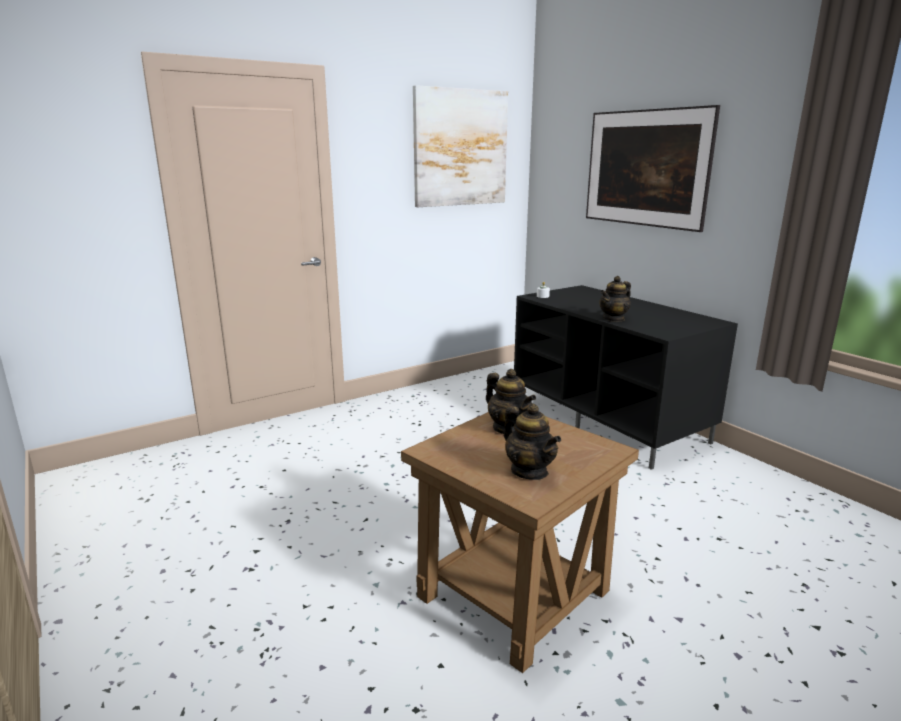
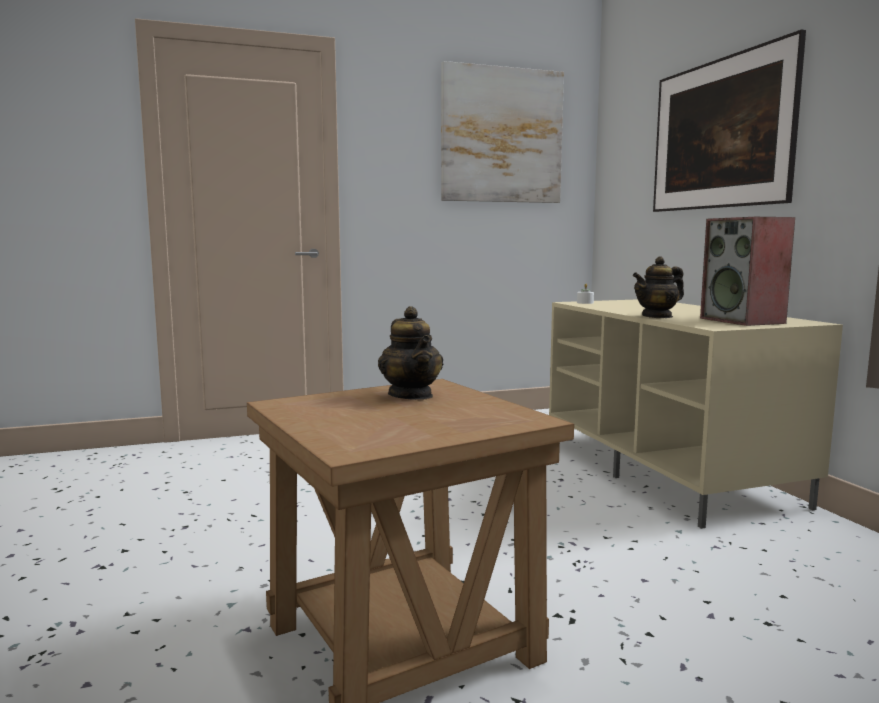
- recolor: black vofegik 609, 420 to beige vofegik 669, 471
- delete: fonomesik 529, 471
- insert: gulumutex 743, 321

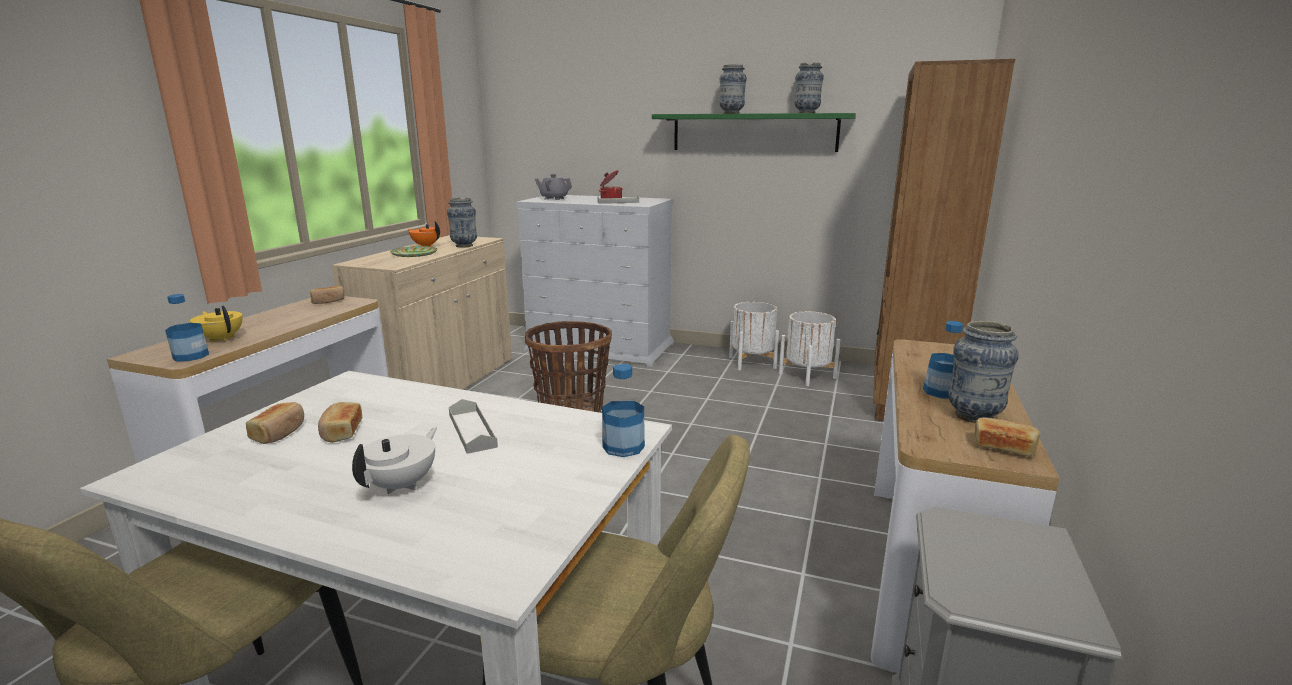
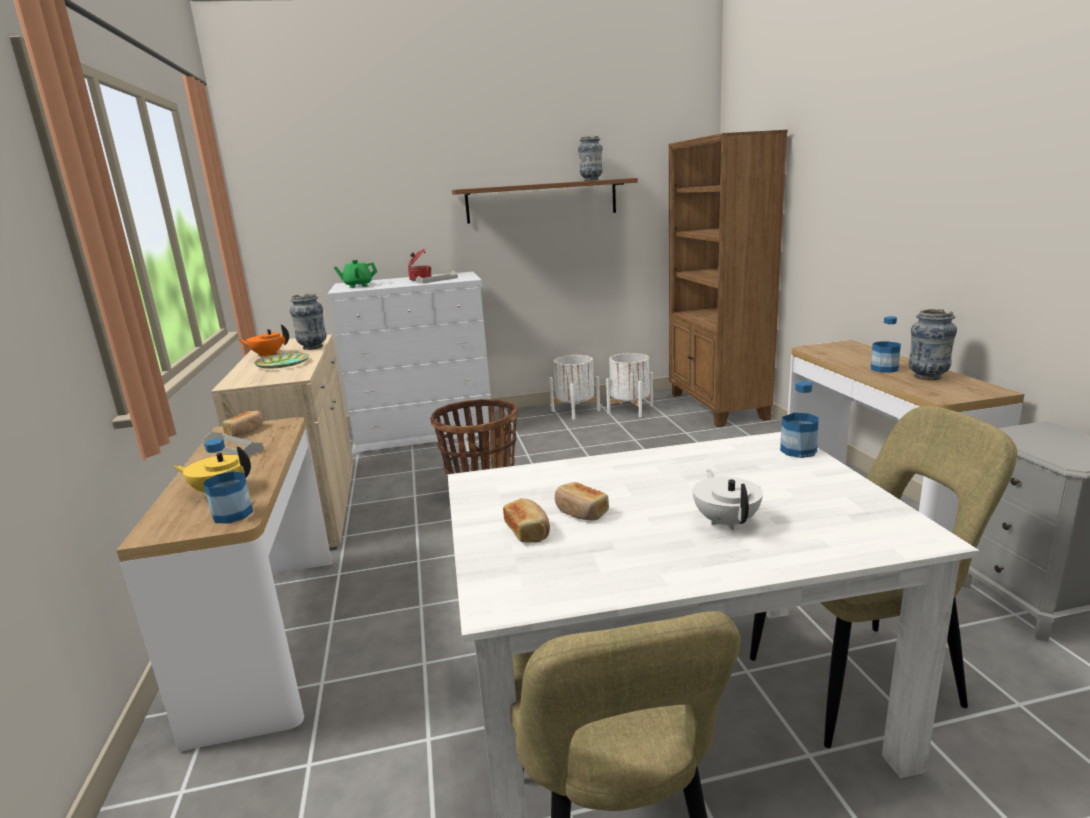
- delete: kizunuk 731, 113
- recolor: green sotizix 754, 132 to brown sotizix 542, 201
- recolor: grey fonomesik 554, 198 to green fonomesik 358, 286
- move: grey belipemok 472, 430 to 233, 448
- delete: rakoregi 1003, 447

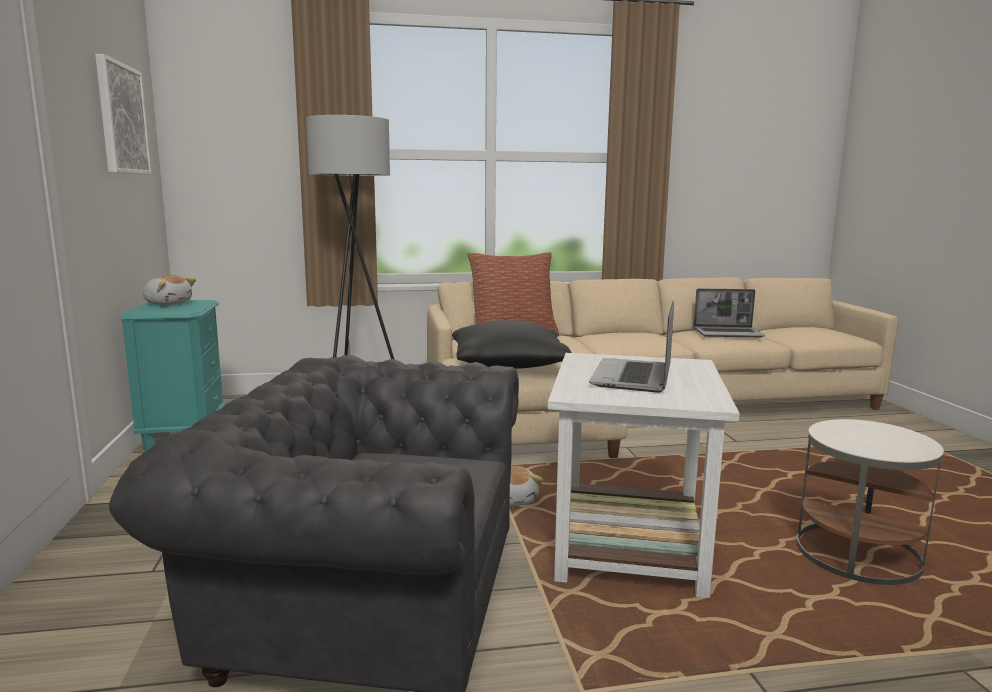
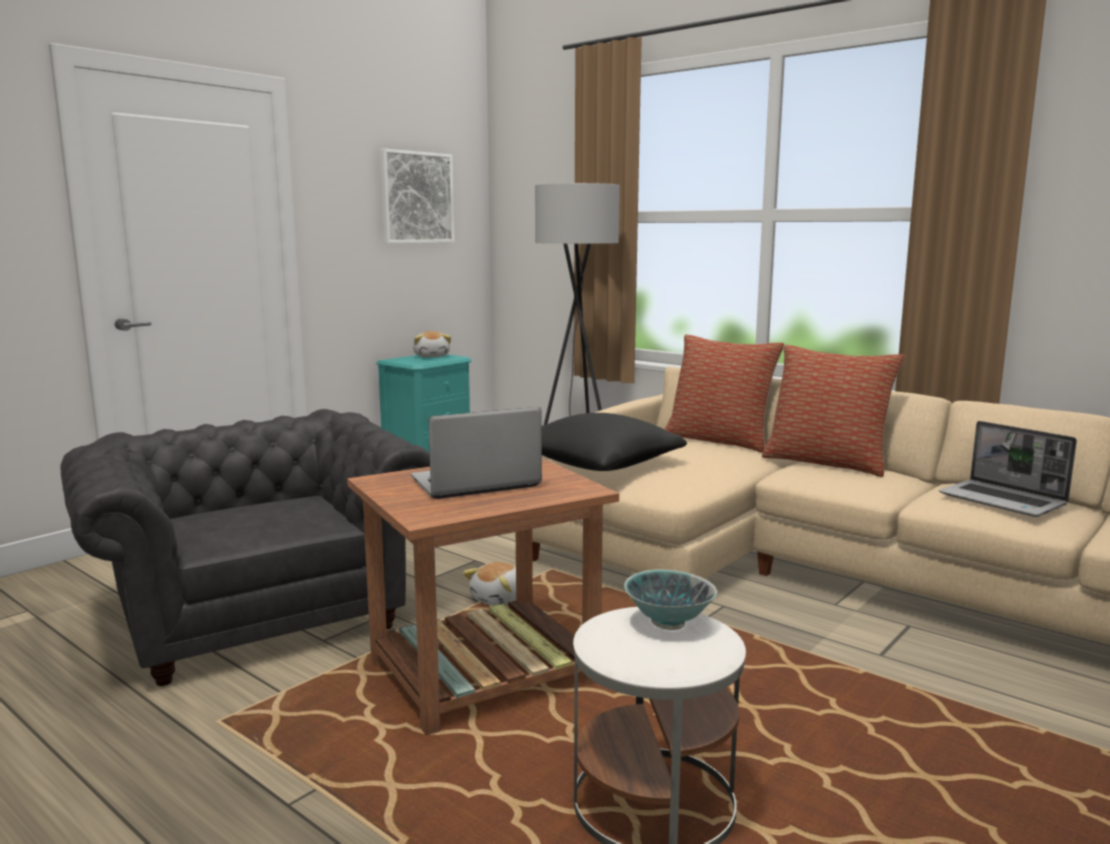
- recolor: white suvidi 629, 548 to brown suvidi 480, 674
- insert: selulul 827, 462
- insert: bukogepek 668, 623

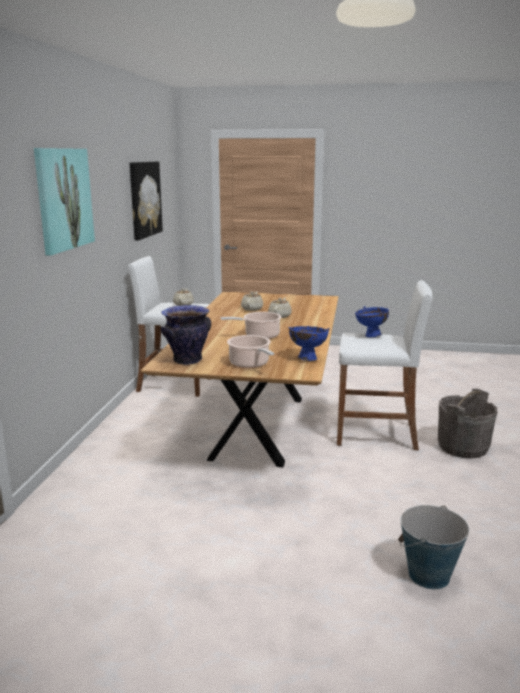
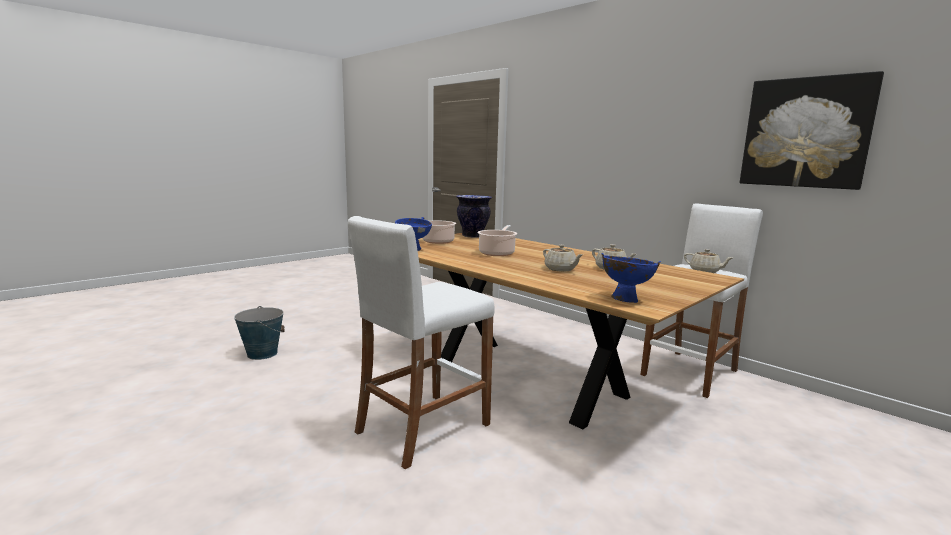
- delete: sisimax 64, 199
- move: blue bukogepek 371, 336 to 625, 300
- delete: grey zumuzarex 463, 447

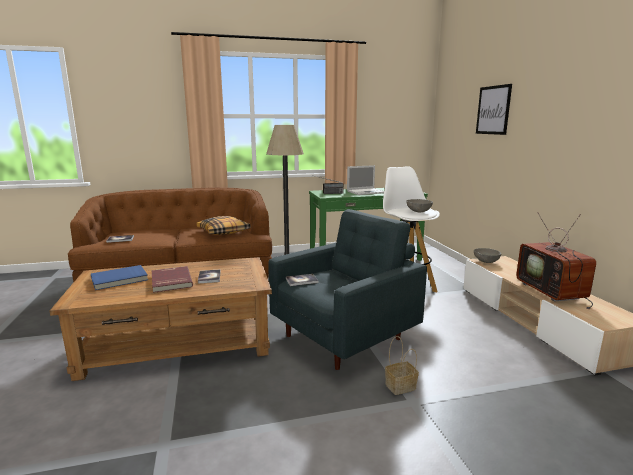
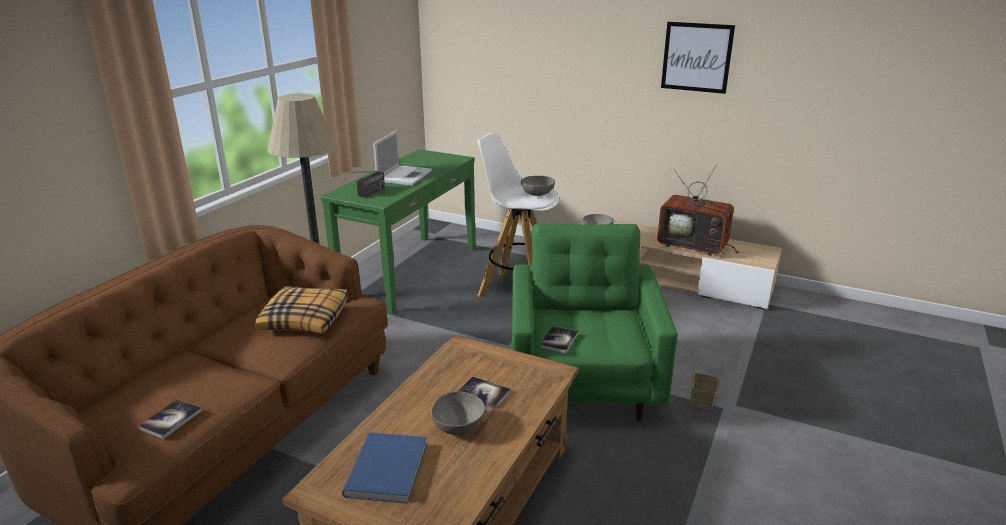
- move: sisimax 493, 110 to 696, 57
- recolor: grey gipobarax 345, 336 to green gipobarax 584, 383
- replace: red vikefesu 170, 281 to grey bukogepek 458, 427

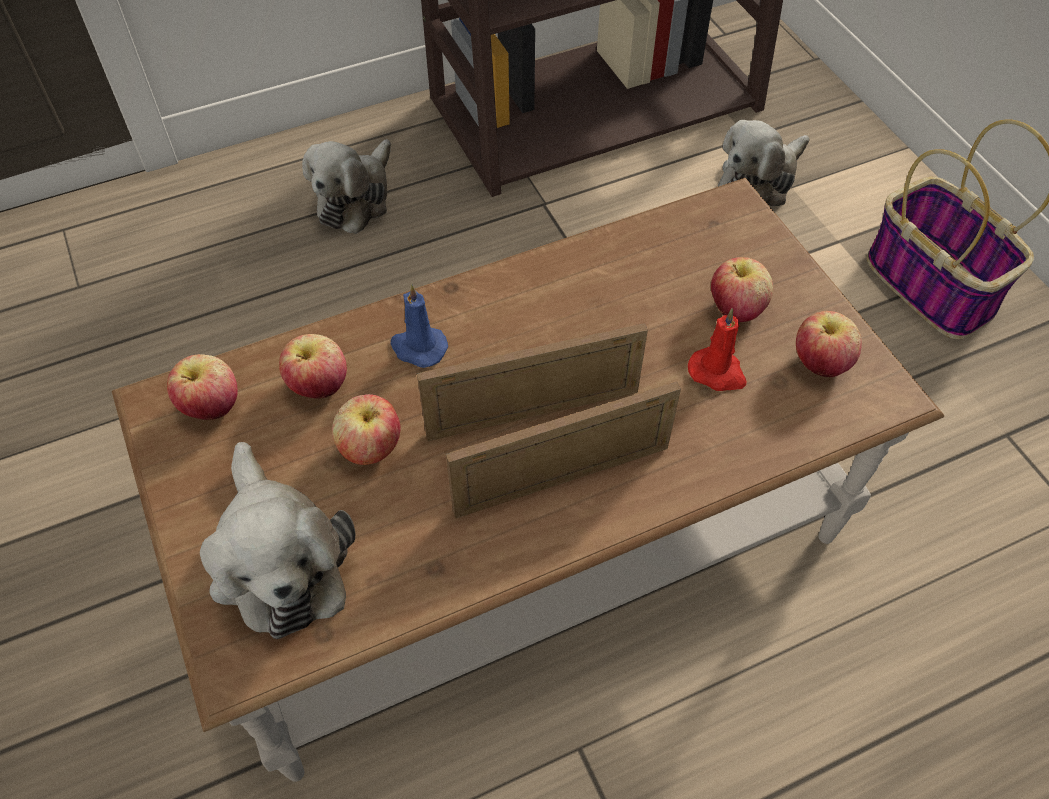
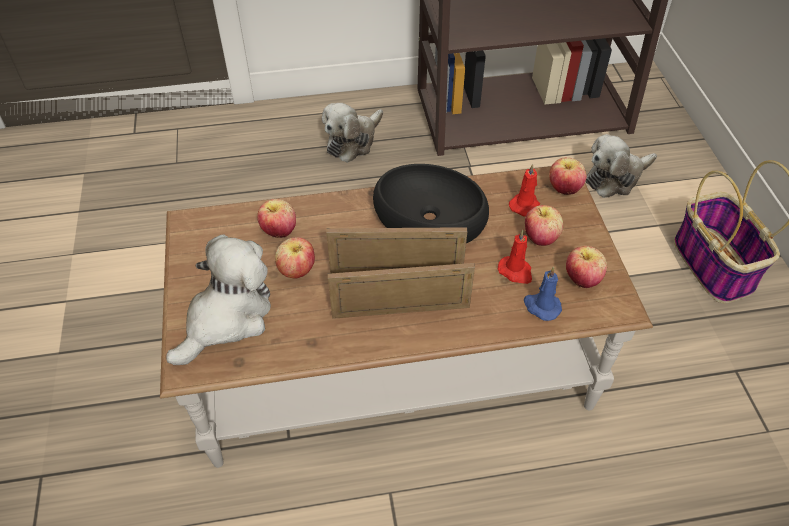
- move: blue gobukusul 418, 348 to 541, 306
- move: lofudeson 212, 406 to 564, 189
- rotate: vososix 279, 559 = 227, 318 135 degrees counterclockwise
- insert: black bukogepek 430, 217
- insert: red gobukusul 525, 205

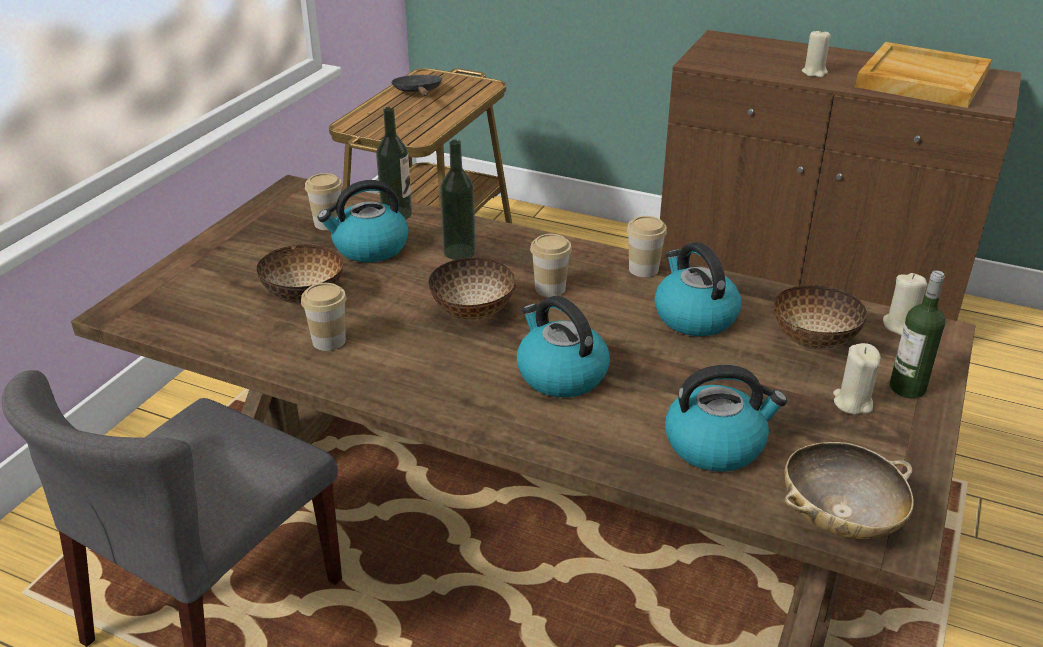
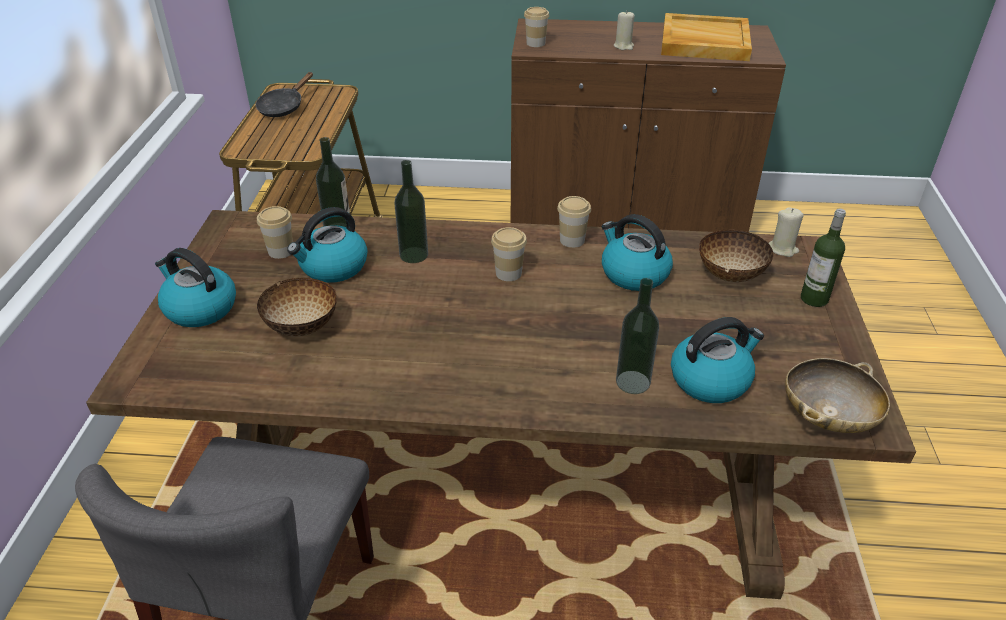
- rotate: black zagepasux 418, 92 = 283, 107 120 degrees counterclockwise
- delete: bukogepek 472, 313
- move: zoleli 329, 341 to 535, 43
- move: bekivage 560, 374 to 199, 308
- delete: beige gobukusul 852, 402
- insert: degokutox 633, 382

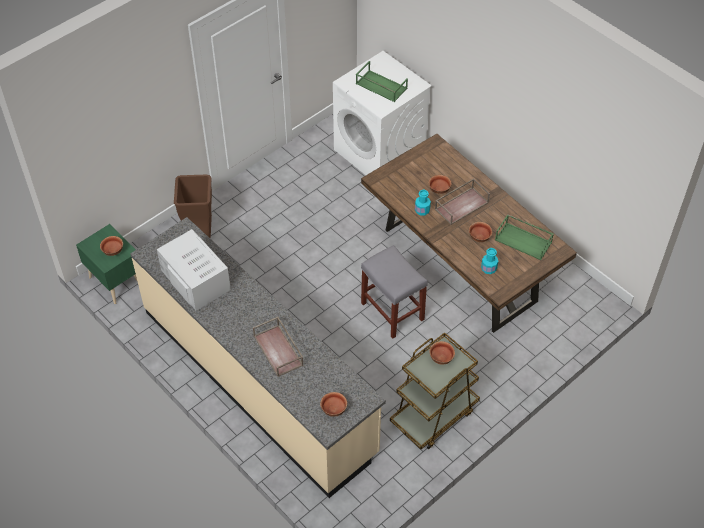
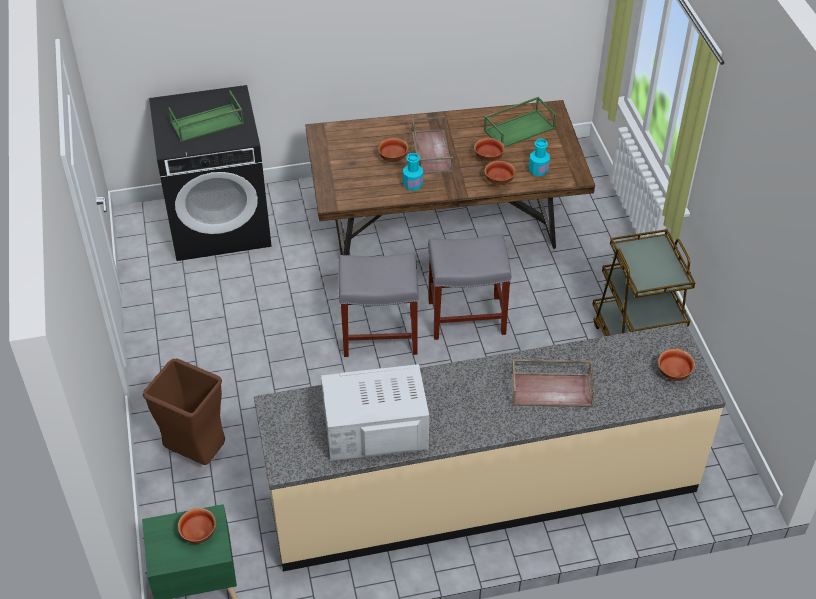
- recolor: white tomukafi 380, 152 to black tomukafi 220, 223
- move: bukogepek 441, 358 to 499, 181
- insert: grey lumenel 378, 335

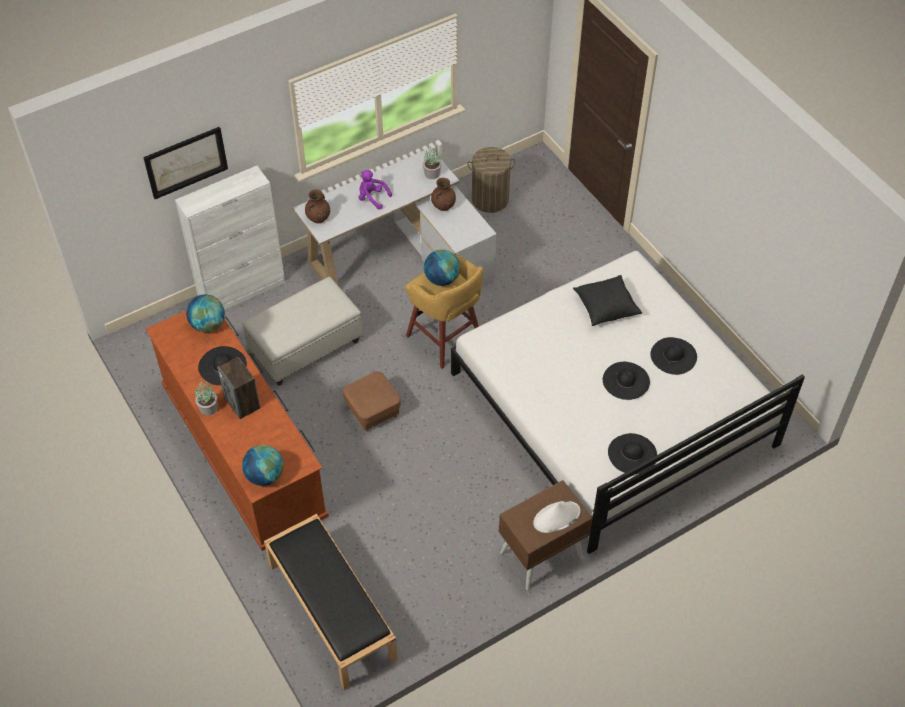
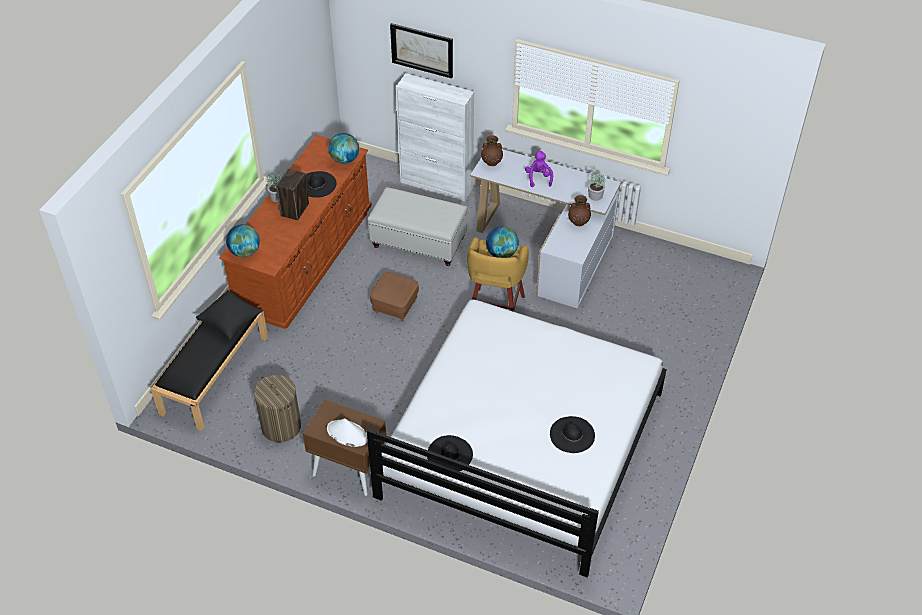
- move: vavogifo 490, 199 to 281, 426
- move: black selulul 606, 307 to 231, 321
- delete: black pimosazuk 626, 381

